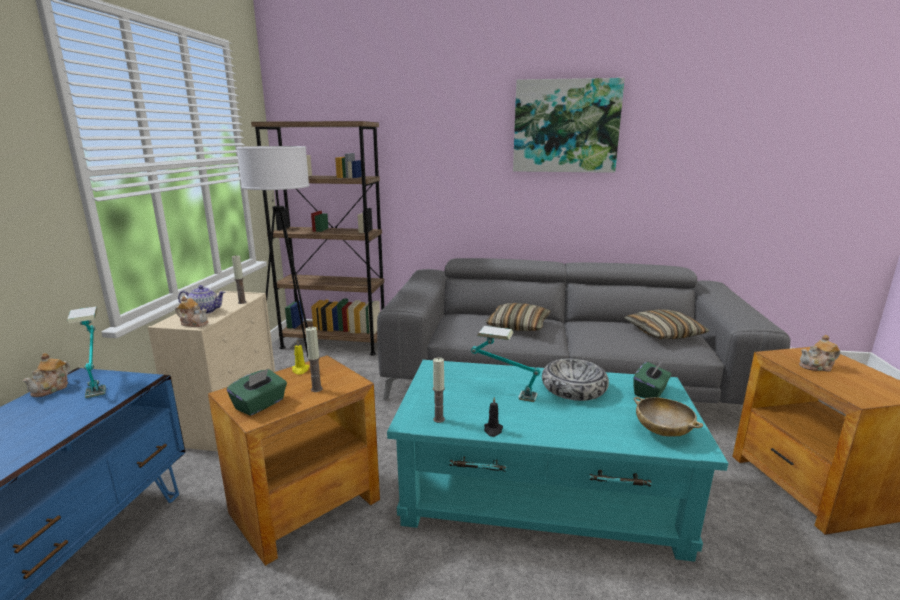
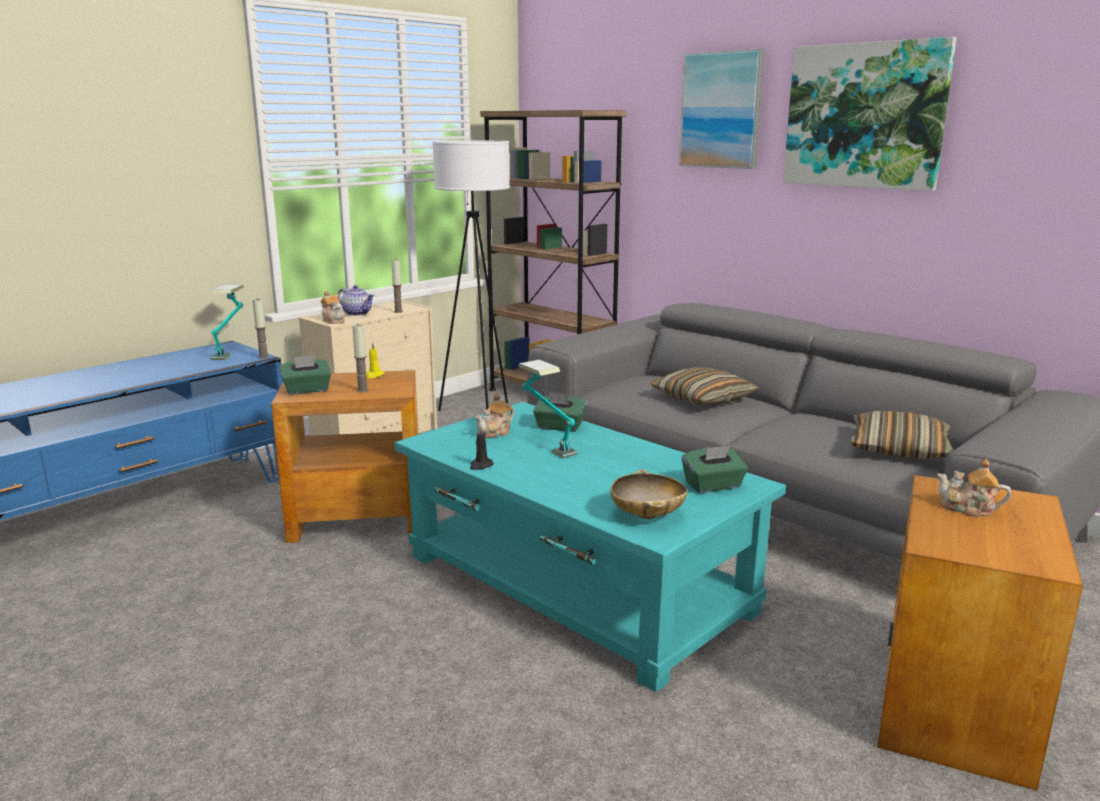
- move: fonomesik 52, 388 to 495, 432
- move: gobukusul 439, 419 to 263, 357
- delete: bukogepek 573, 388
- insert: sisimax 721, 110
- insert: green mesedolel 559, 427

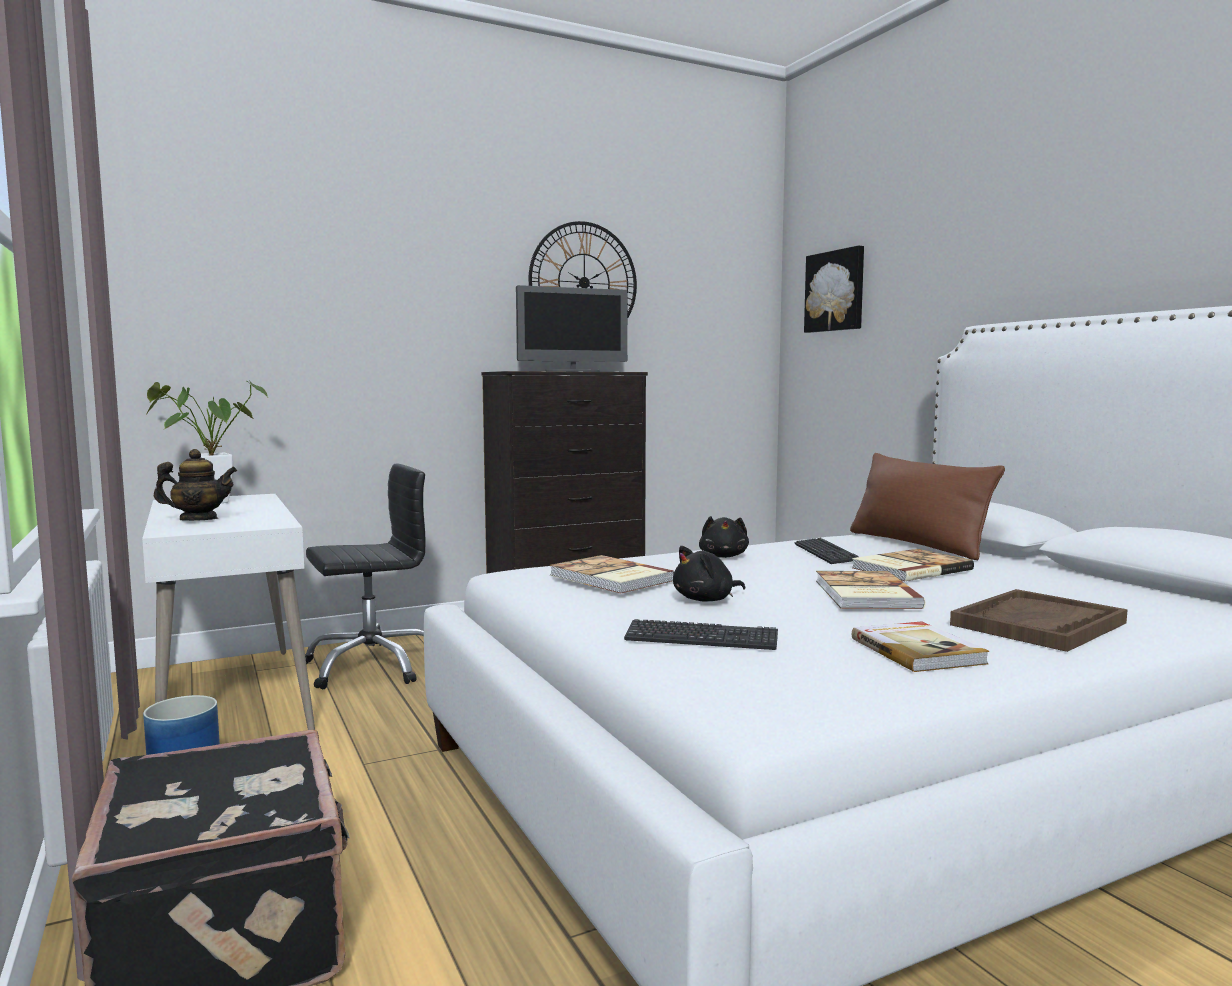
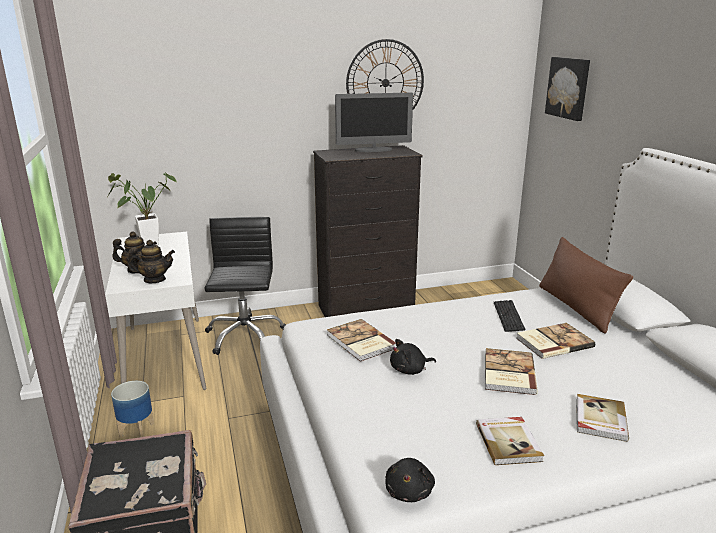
- rotate: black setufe 371, 666 = 244, 336 75 degrees counterclockwise
- move: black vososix 723, 556 to 409, 491
- replace: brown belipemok 1038, 624 to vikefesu 599, 419
- delete: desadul 701, 638
- insert: fonomesik 154, 280

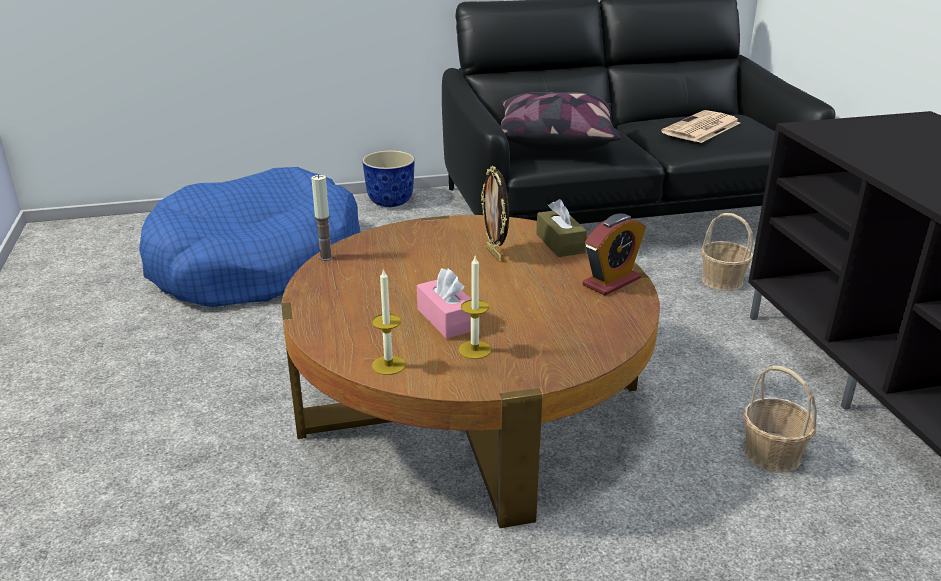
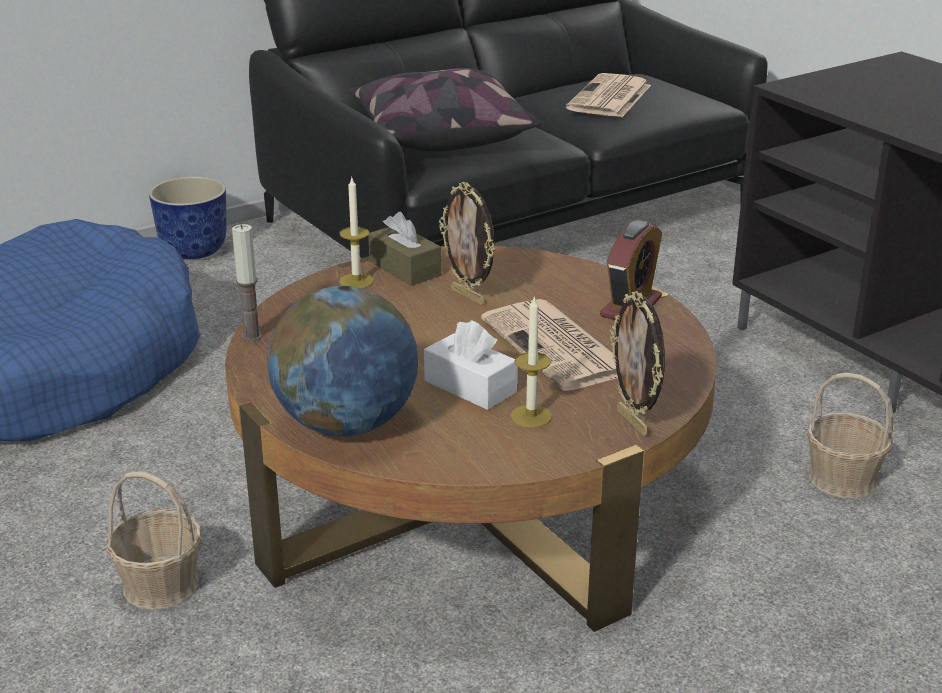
- move: brown mesedolel 560, 243 to 405, 268
- move: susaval 722, 281 to 160, 584
- move: gobukusul 388, 365 to 356, 281
- recolor: pink mesedolel 446, 319 to white mesedolel 470, 386
- insert: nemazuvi 346, 424
- insert: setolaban 633, 423
- insert: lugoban 559, 347

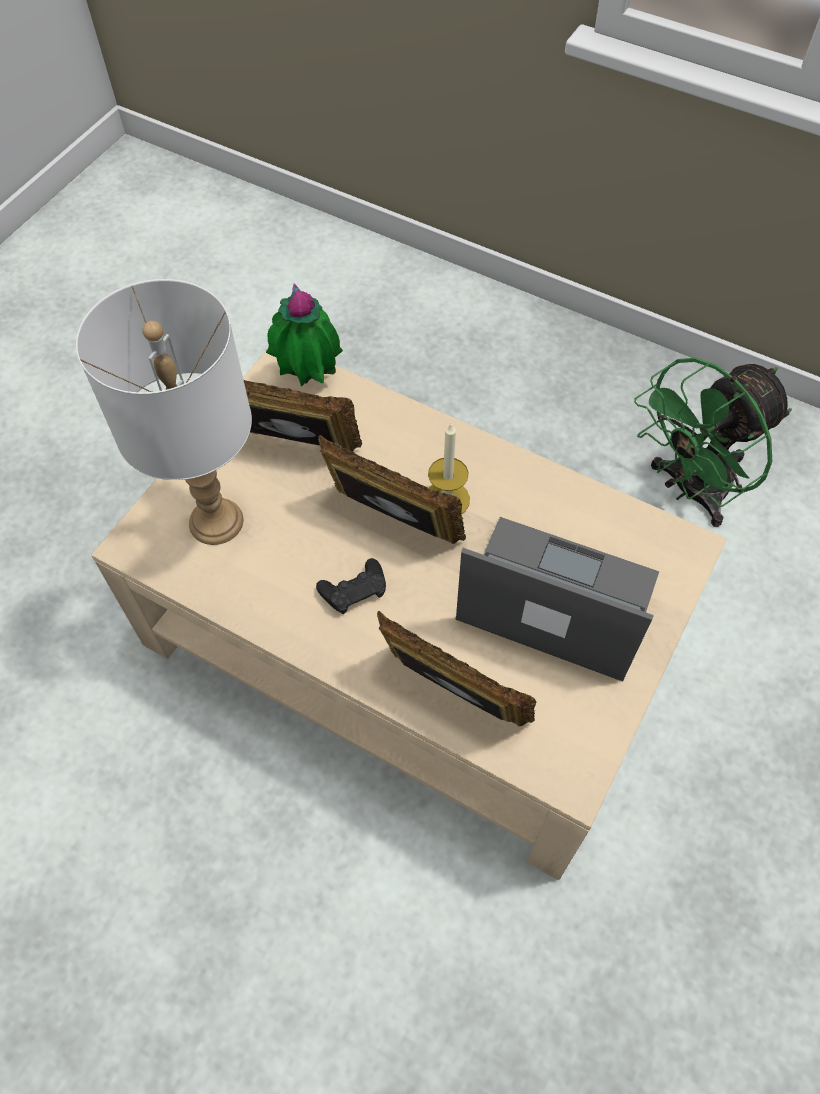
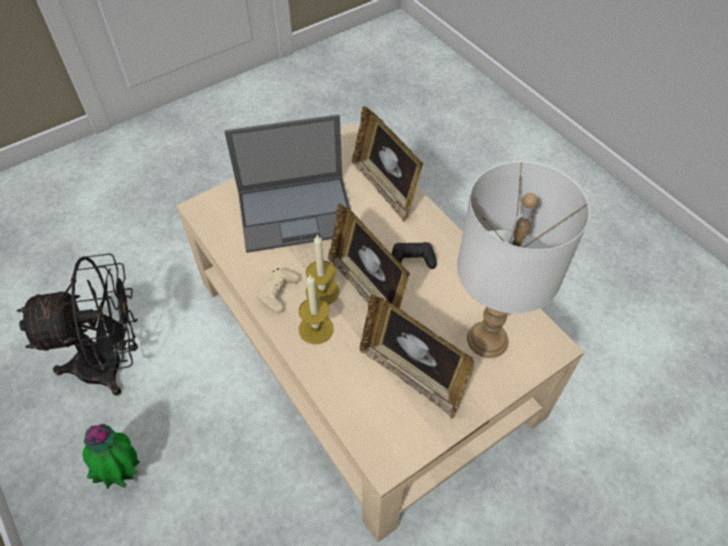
- move: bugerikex 308, 381 to 123, 472
- recolor: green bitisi 689, 490 to black bitisi 113, 363
- rotate: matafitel 555, 597 = 297, 212 60 degrees counterclockwise
- insert: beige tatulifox 278, 292
- insert: gobukusul 316, 329

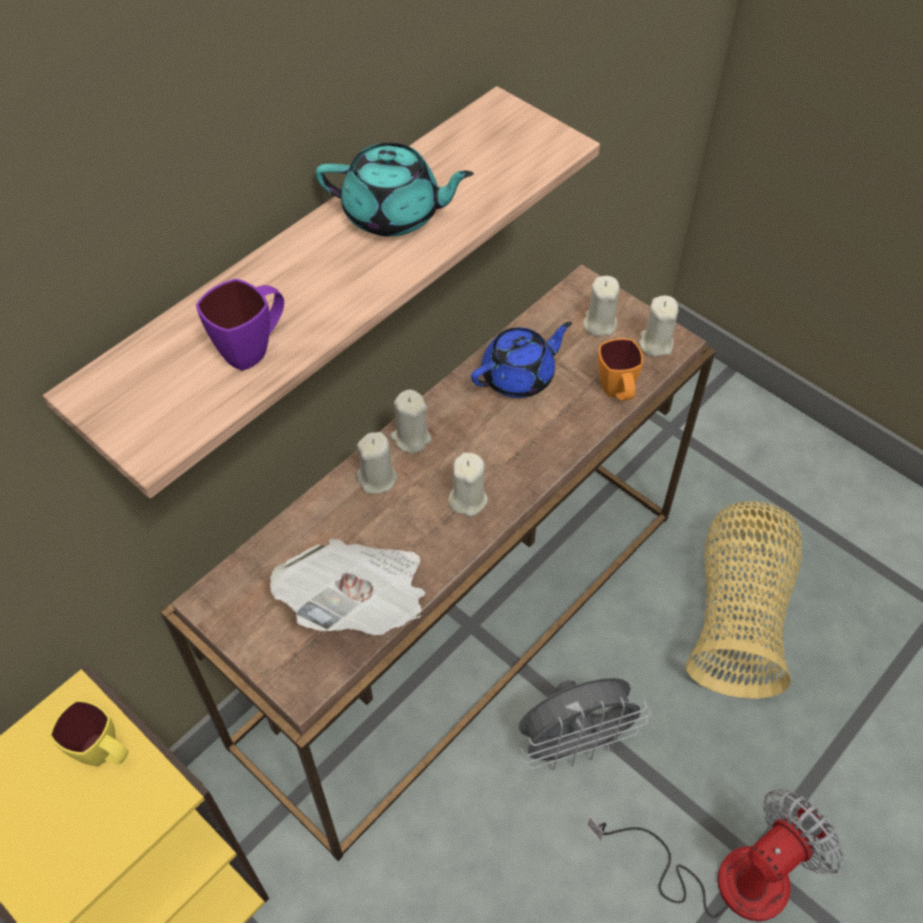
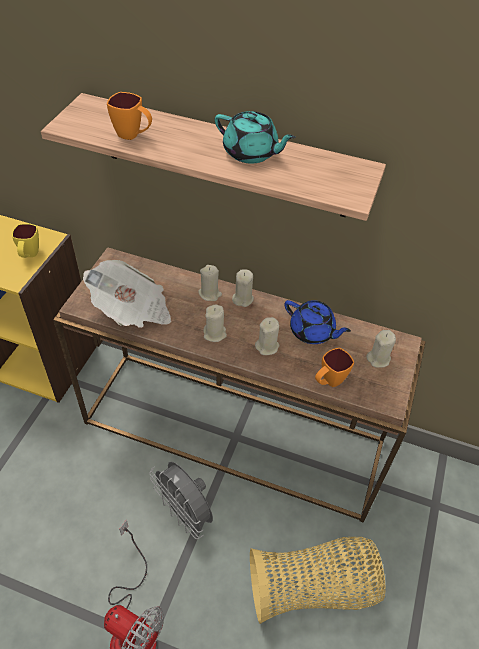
- rotate: turquoise fonomesik 394, 214 = 251, 153 45 degrees counterclockwise
- recolor: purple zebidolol 253, 348 to orange zebidolol 133, 136
- move: beige gobukusul 655, 343 to 267, 346

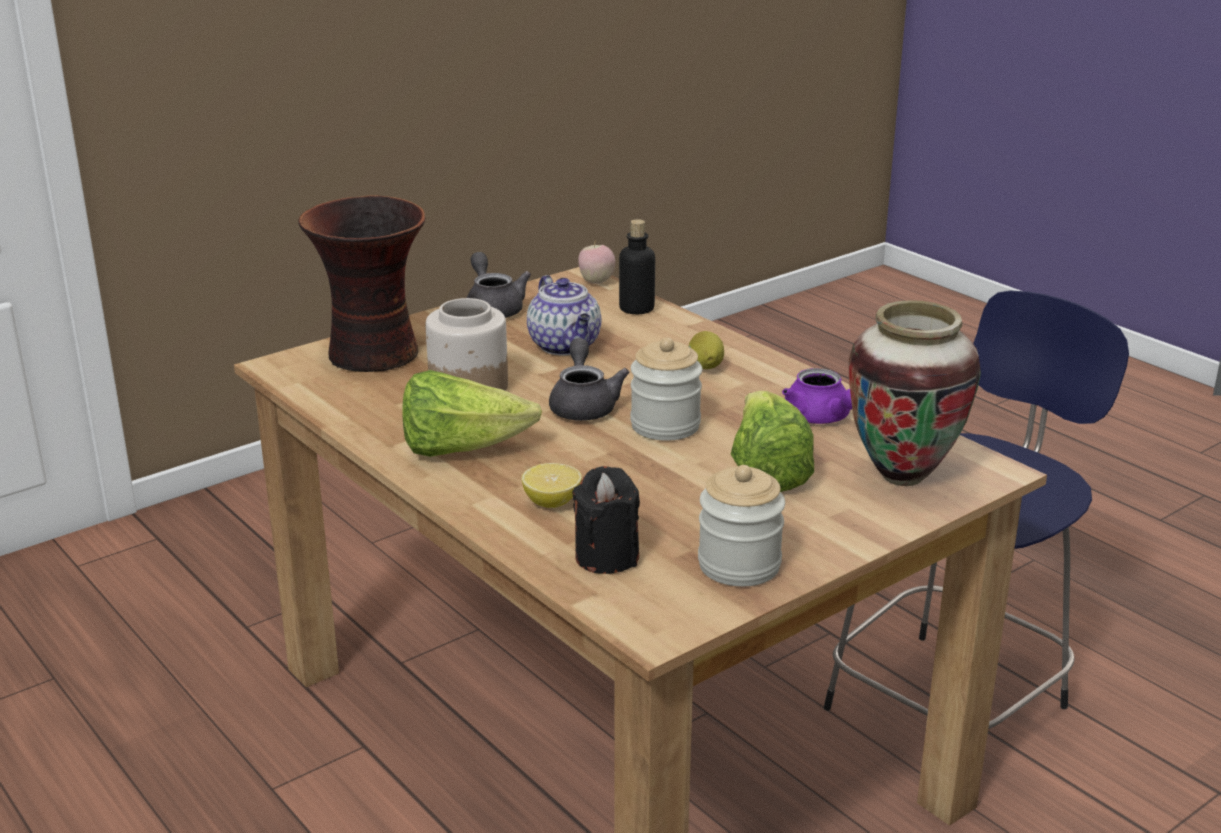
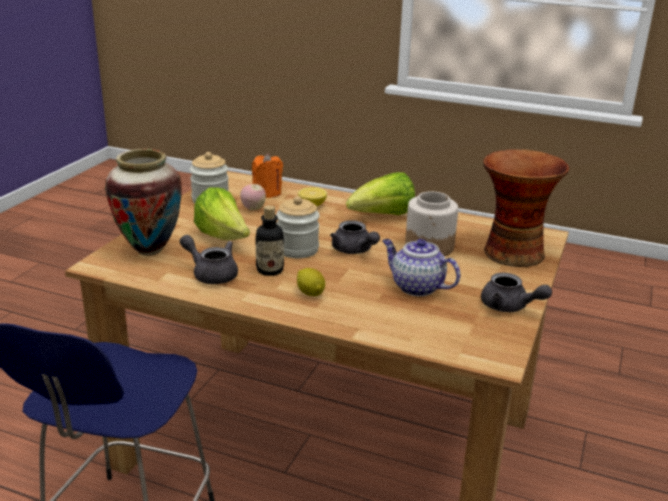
- move: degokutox 636, 309 to 270, 270
- move: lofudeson 596, 282 to 253, 209
- recolor: purple fonomesik 821, 419 to grey fonomesik 211, 274
- recolor: black gobukusul 606, 557 to orange gobukusul 267, 192

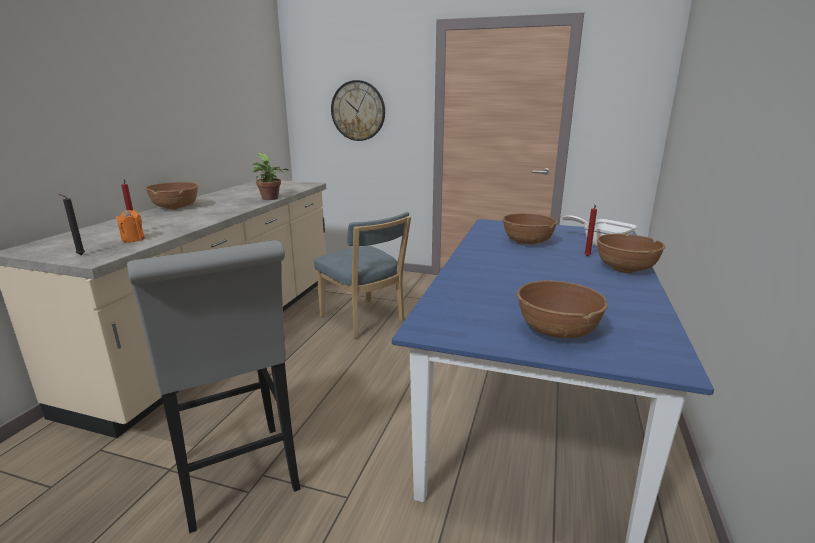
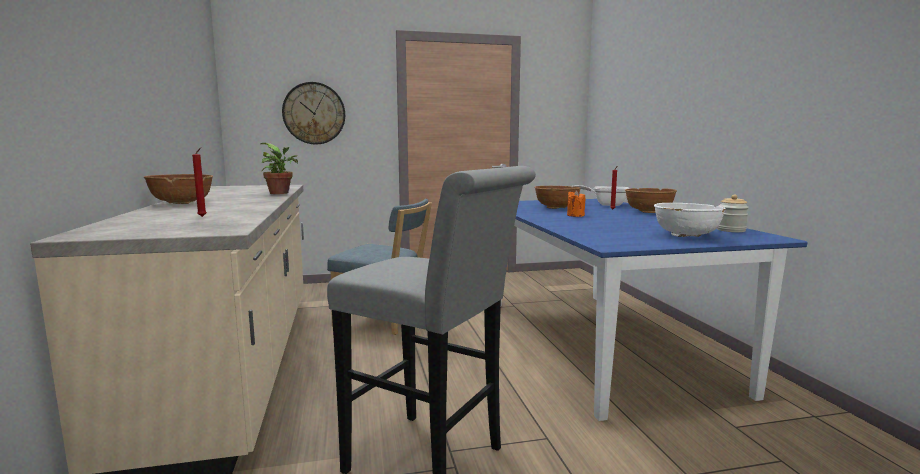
- delete: black gobukusul 79, 255
- move: orange gobukusul 133, 239 to 575, 215
- recolor: brown bukogepek 557, 331 to white bukogepek 686, 235
- insert: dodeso 731, 230

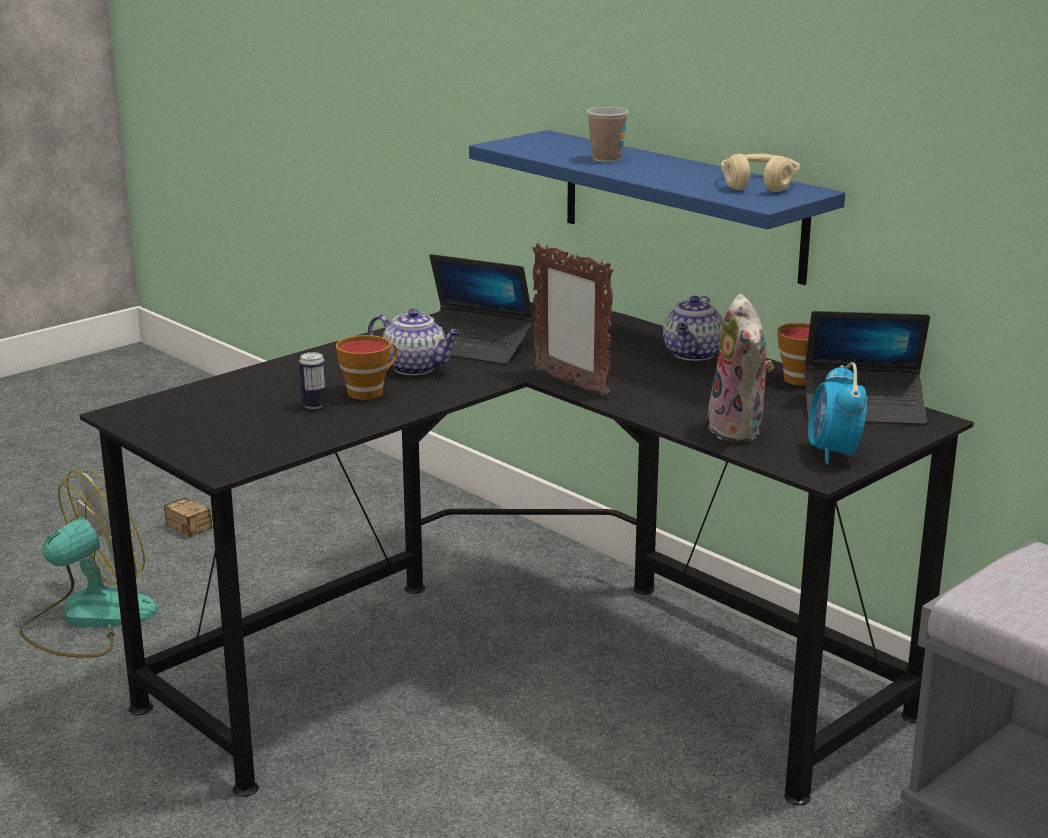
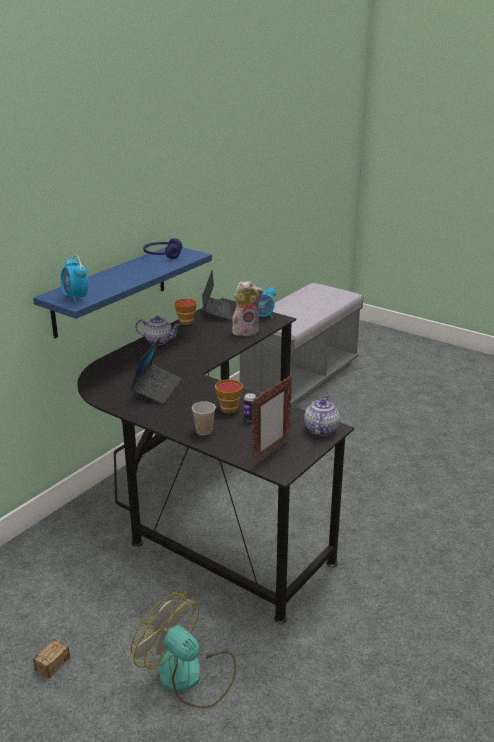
- move: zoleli 606, 159 to 204, 431
- recolor: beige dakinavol 759, 184 to blue dakinavol 162, 255
- move: setolaban 570, 383 to 270, 454
- move: fonomesik 416, 368 to 320, 429
- insert: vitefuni 76, 298

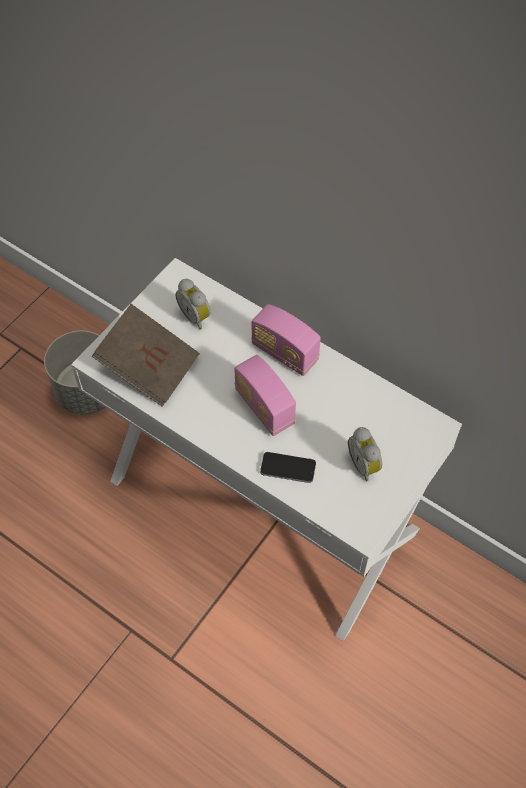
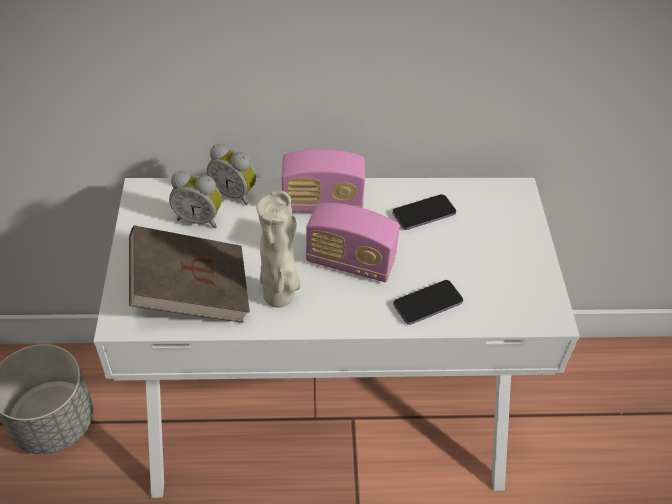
- move: vitefuni 365, 464 to 234, 193
- insert: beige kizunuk 280, 297
- insert: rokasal 423, 213

